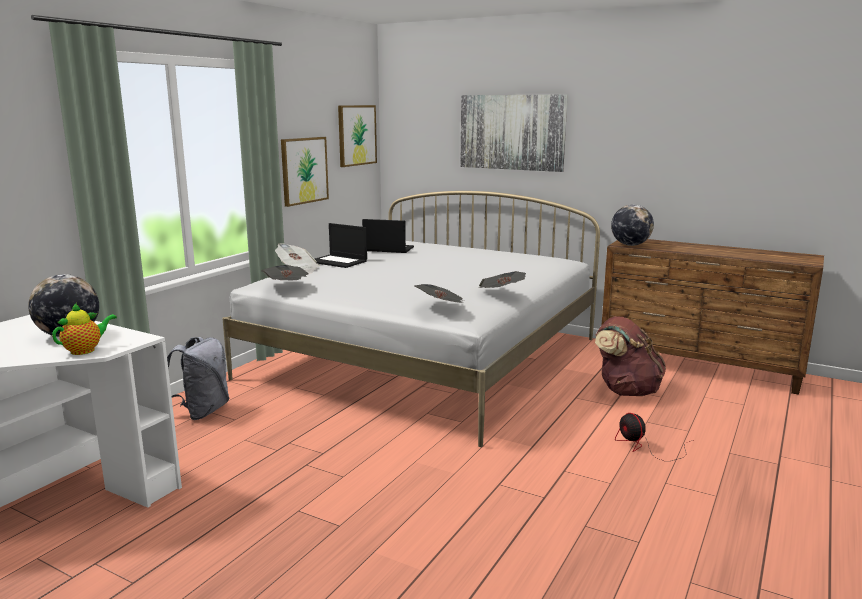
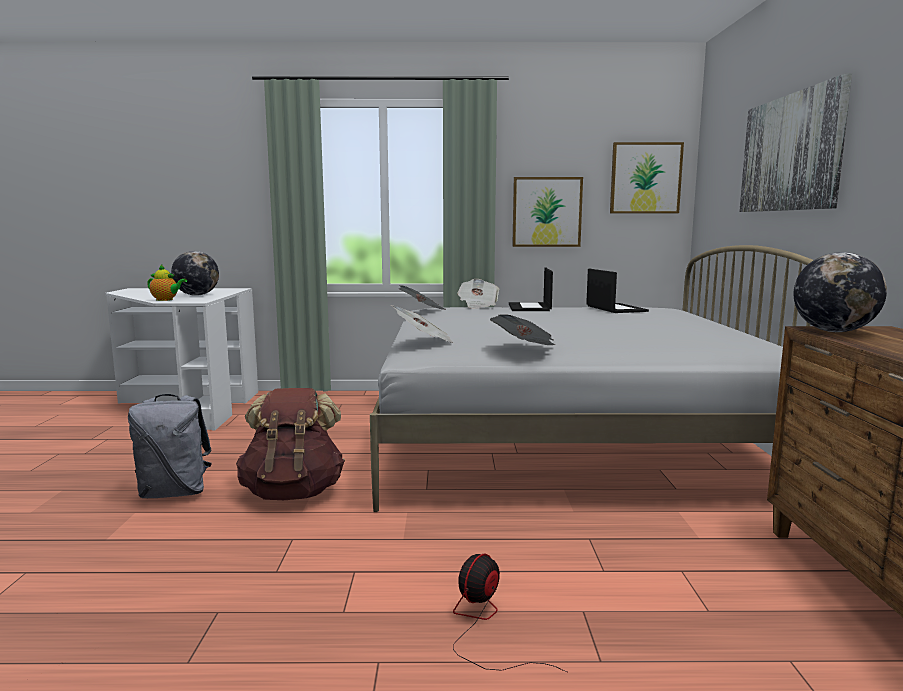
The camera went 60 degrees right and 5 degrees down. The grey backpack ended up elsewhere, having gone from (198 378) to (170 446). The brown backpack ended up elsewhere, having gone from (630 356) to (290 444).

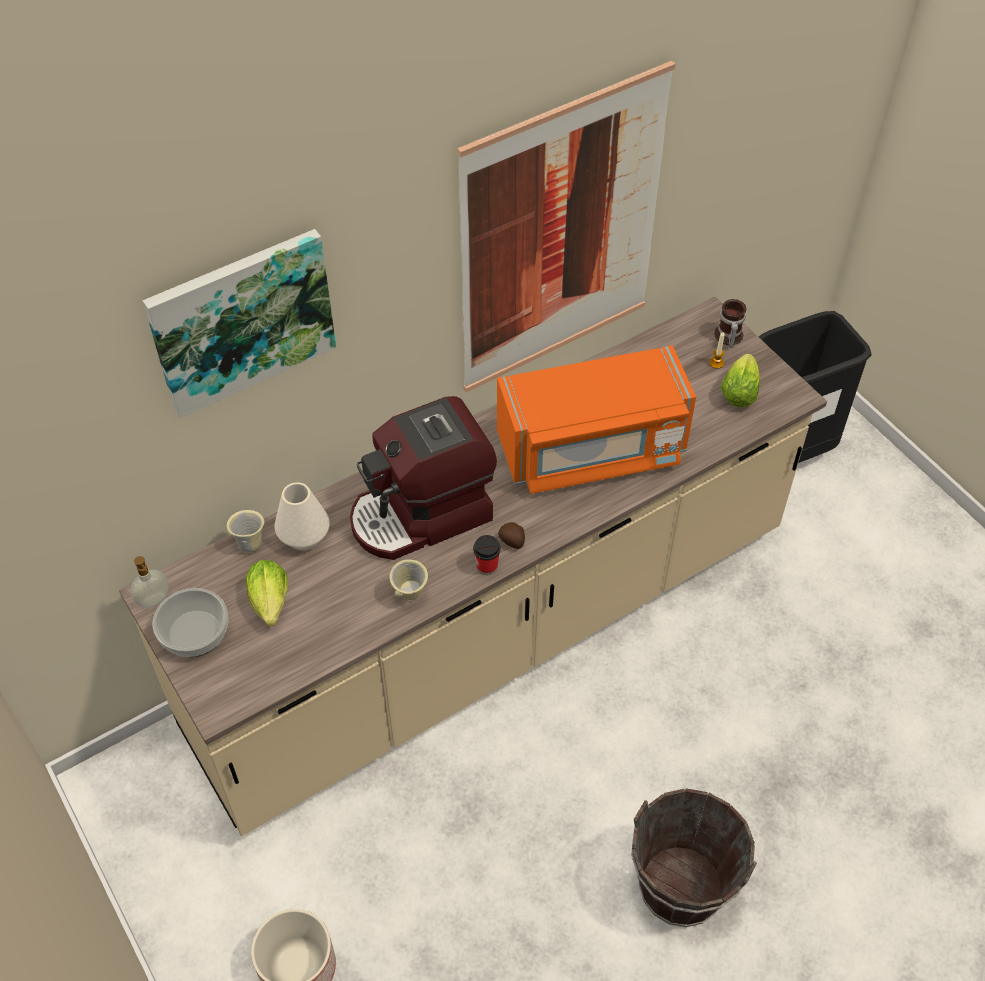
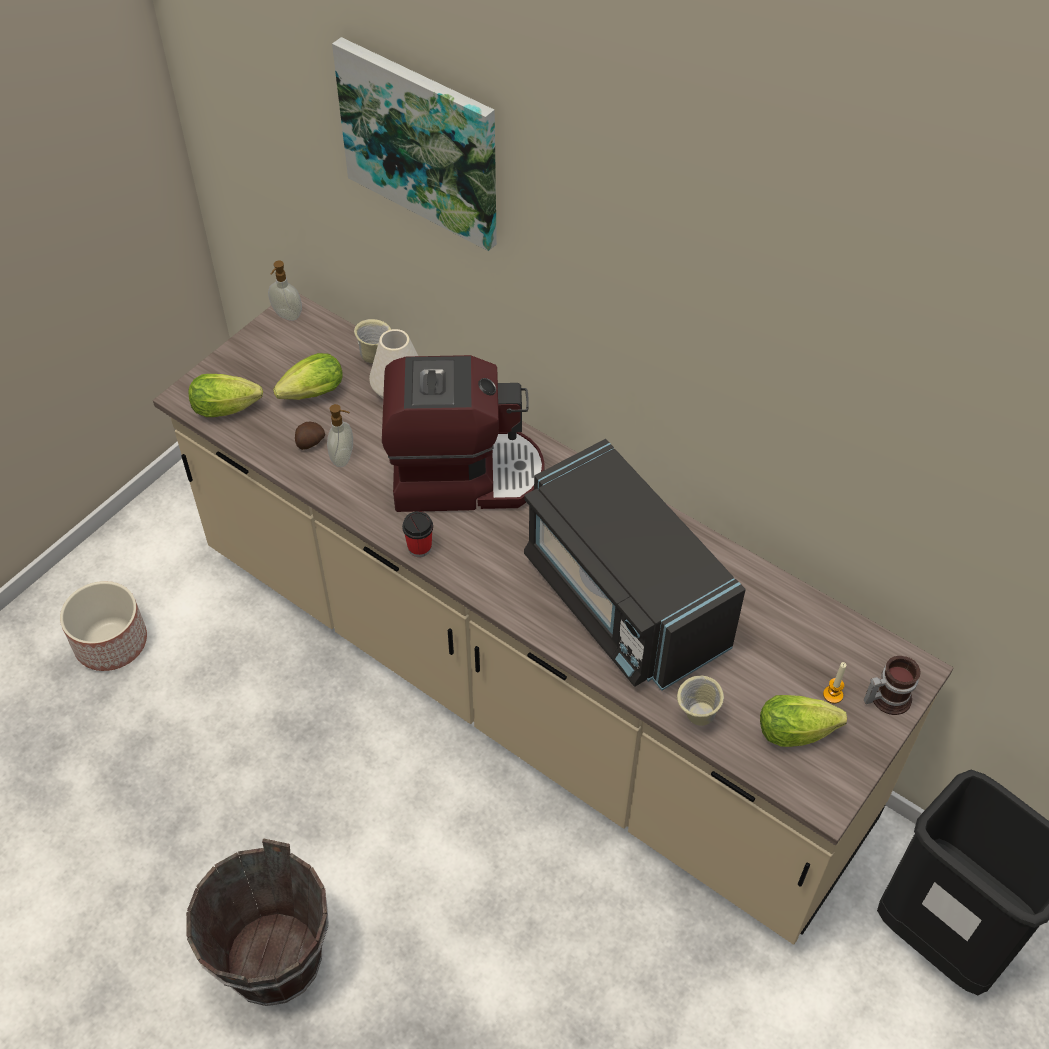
The camera went 70 degrees right and 0 degrees up. The second view gained the lettuce at (226 395). The potato ended up elsewhere, having gone from (511 535) to (310 435). The second view gained the soap dispenser at (340 435). The coffee machine at (423 478) ended up facing another way, 135 degrees clockwise from before. What was the orange microwave at (596 419) turned into the black microwave at (635 565). The beige mug ended up elsewhere, having gone from (408 580) to (700 701). The second view lost the bowl at (190 622). The second view lost the picture at (566 227).

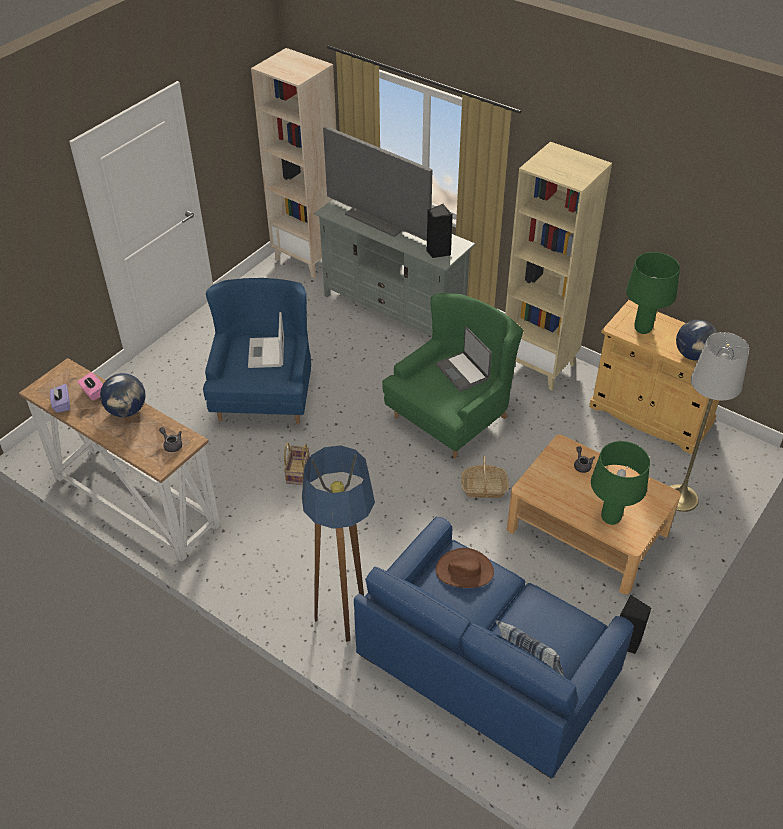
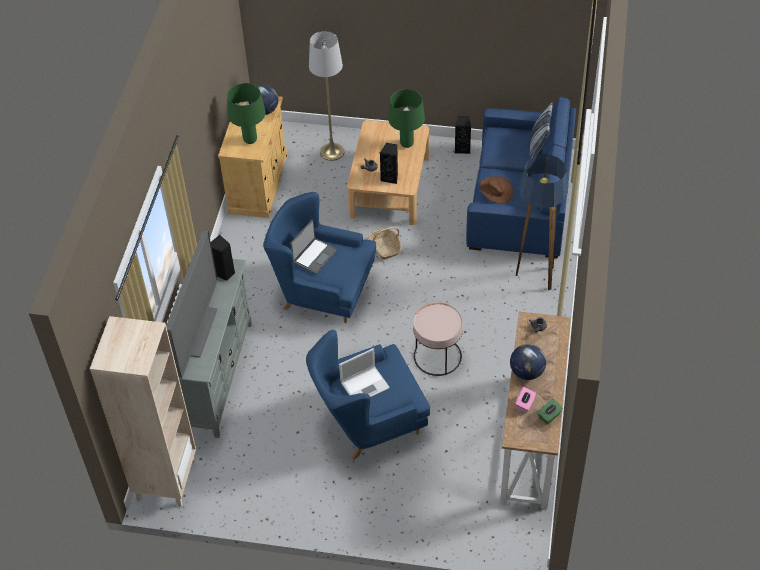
The camera went 115 degrees left and 5 degrees up. What was the green armchair at (453 375) turned into the blue armchair at (319 257). The second view gained the black speaker at (389 163). Where the basket stood at (297 464), the pink side table came to stand at (438 339). What was the purple tissue box at (60 398) turned into the green tissue box at (550 411). The second view lost the beige bookcase at (558 266).

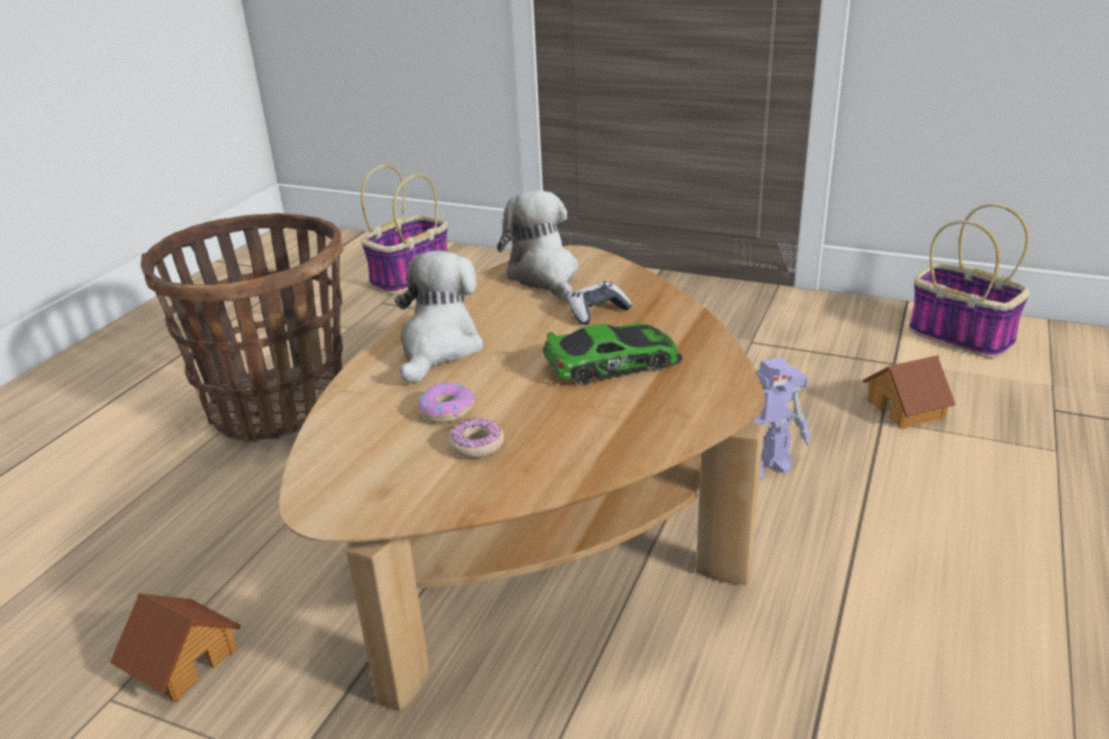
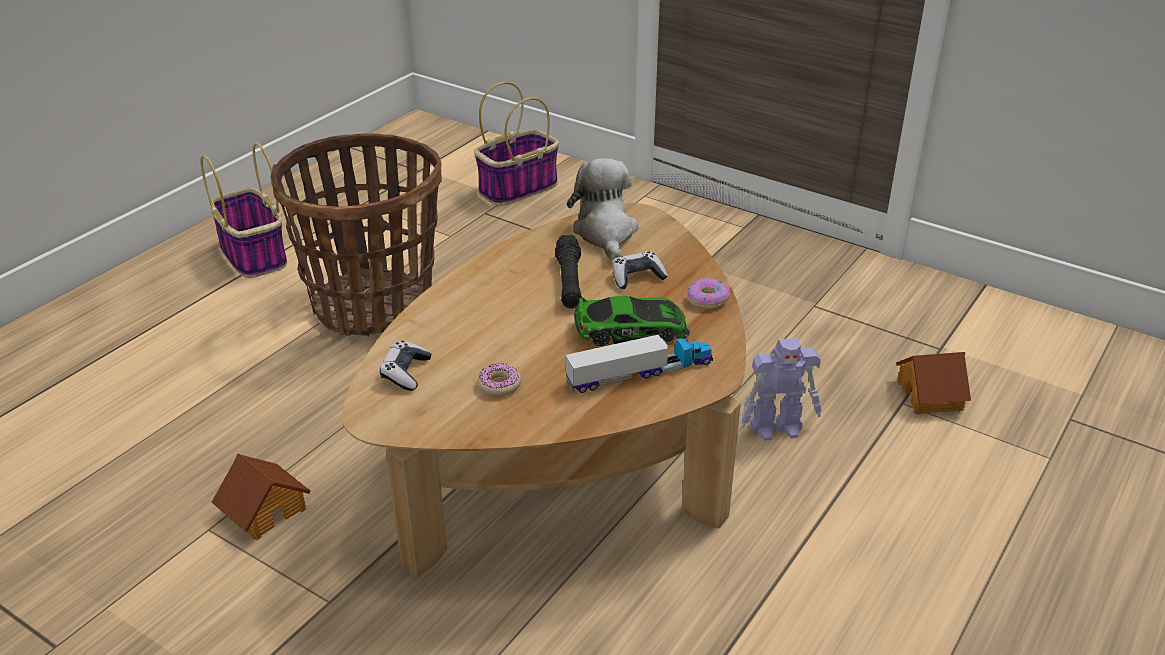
The camera went 10 degrees right and 5 degrees up. The basket ended up elsewhere, having gone from (969 281) to (243 210). The second view gained the game controller at (406 366). The second view gained the black flashlight at (568 272). The second view gained the toy truck at (639 364). The donut ended up elsewhere, having gone from (446 402) to (709 293). The second view lost the plush toy at (439 317).

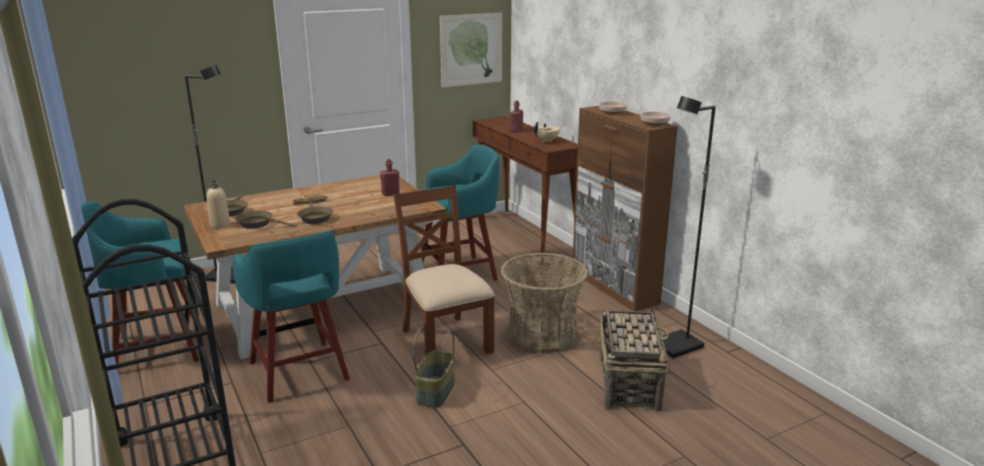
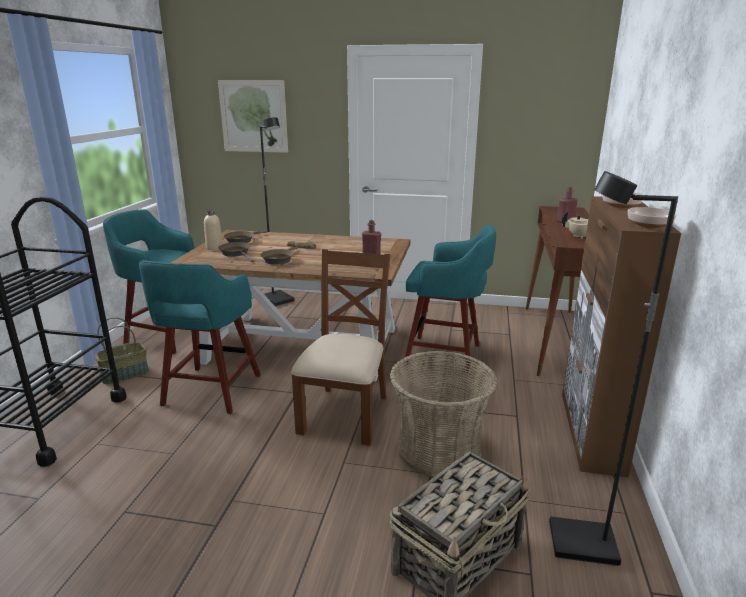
The camera went 40 degrees right and 0 degrees up. The basket ended up elsewhere, having gone from (434 367) to (122 350). The picture ended up elsewhere, having gone from (471 50) to (253 116).

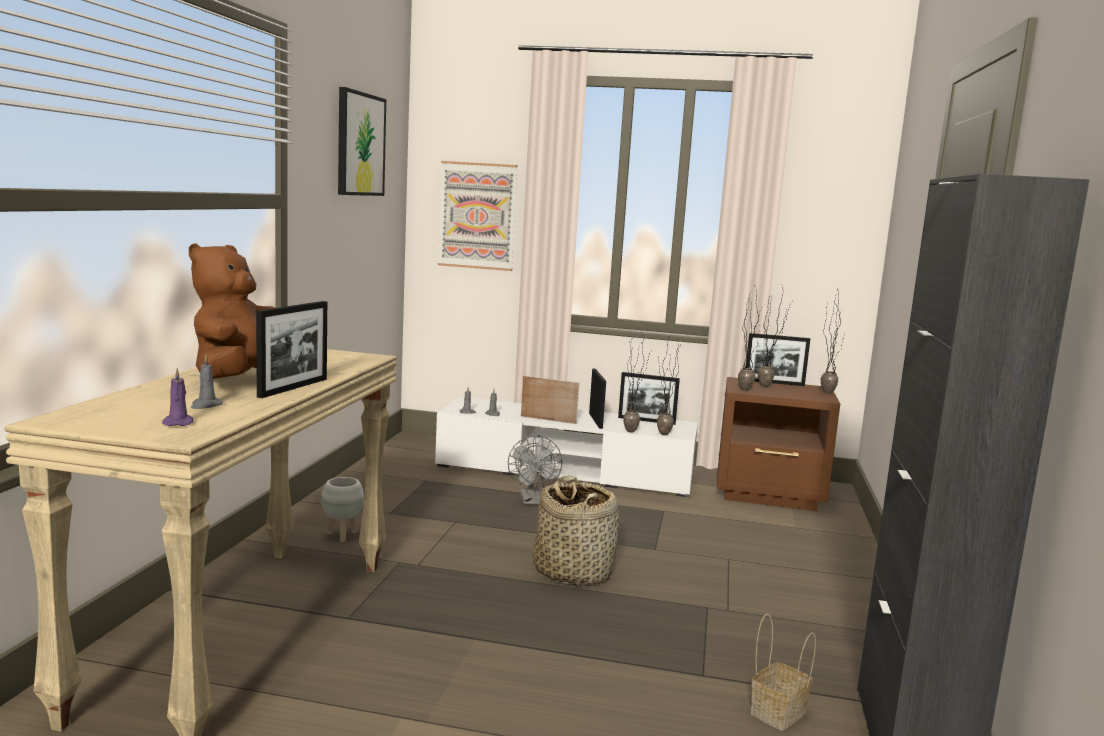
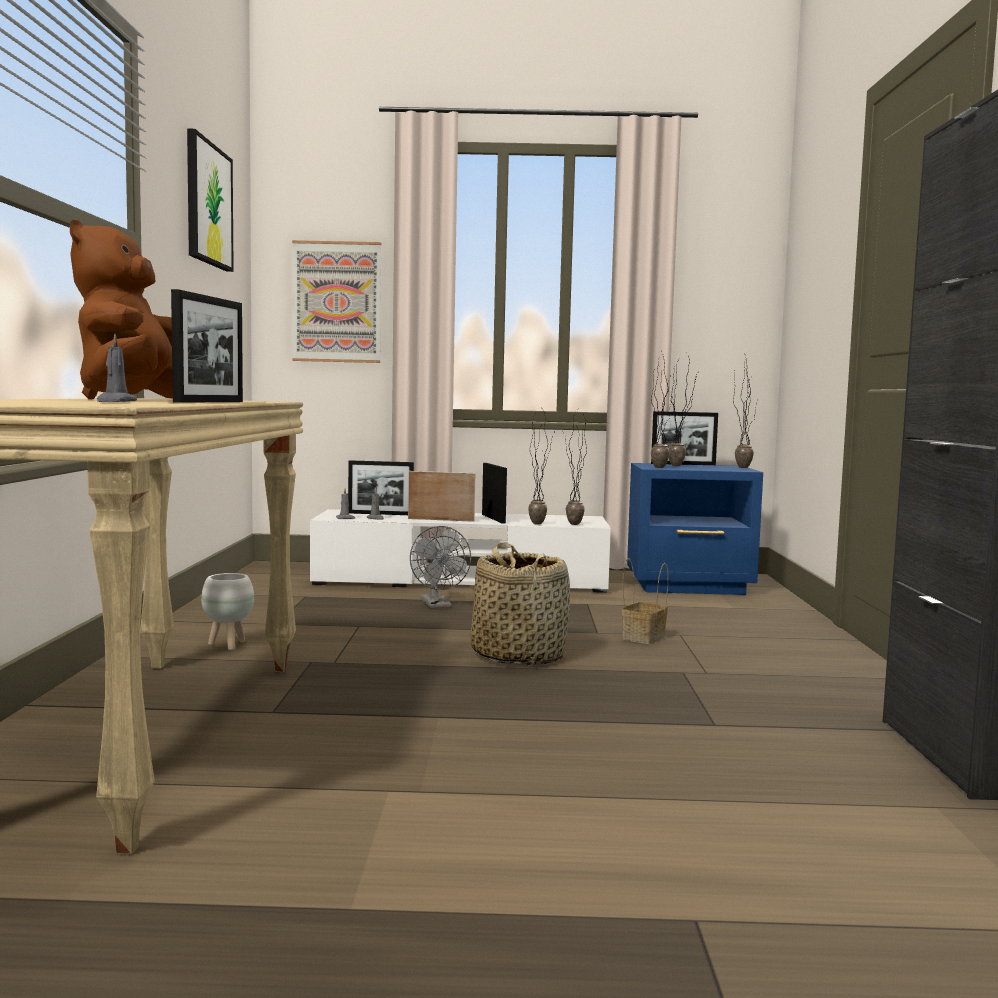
The camera went 10 degrees left and 5 degrees down. The picture frame ended up elsewhere, having gone from (649 398) to (381 487). The basket ended up elsewhere, having gone from (783 671) to (645 601). What was the brown nightstand at (778 444) turned into the blue nightstand at (695 529). The second view lost the purple candle at (178 397).

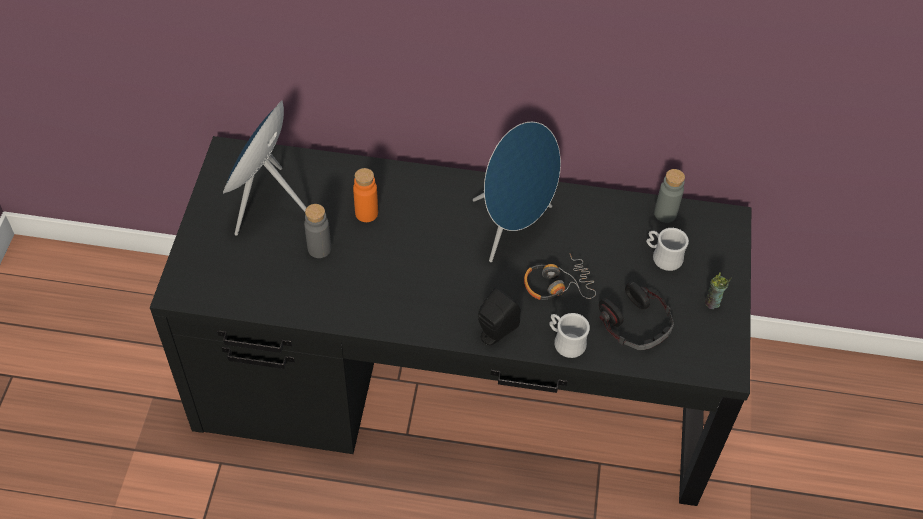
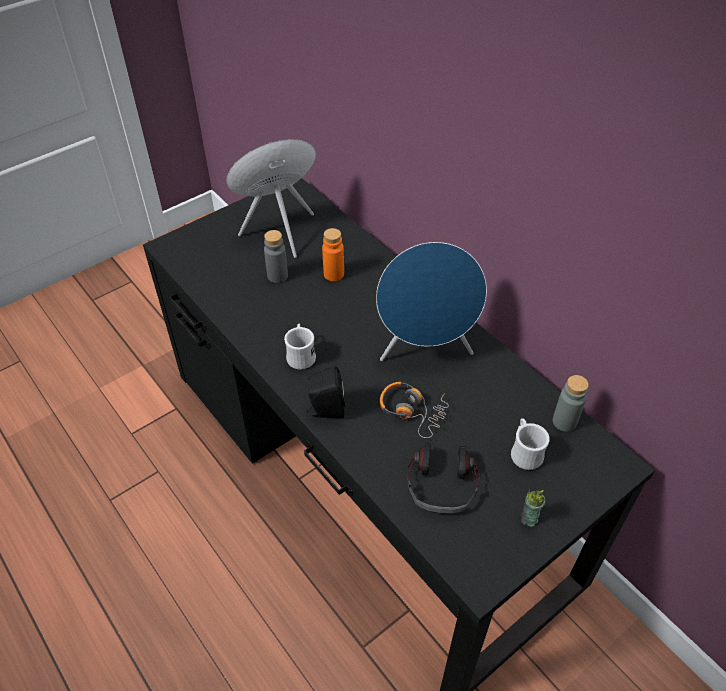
The camera went 45 degrees right and 5 degrees down. The white mug ended up elsewhere, having gone from (569 335) to (300 346).

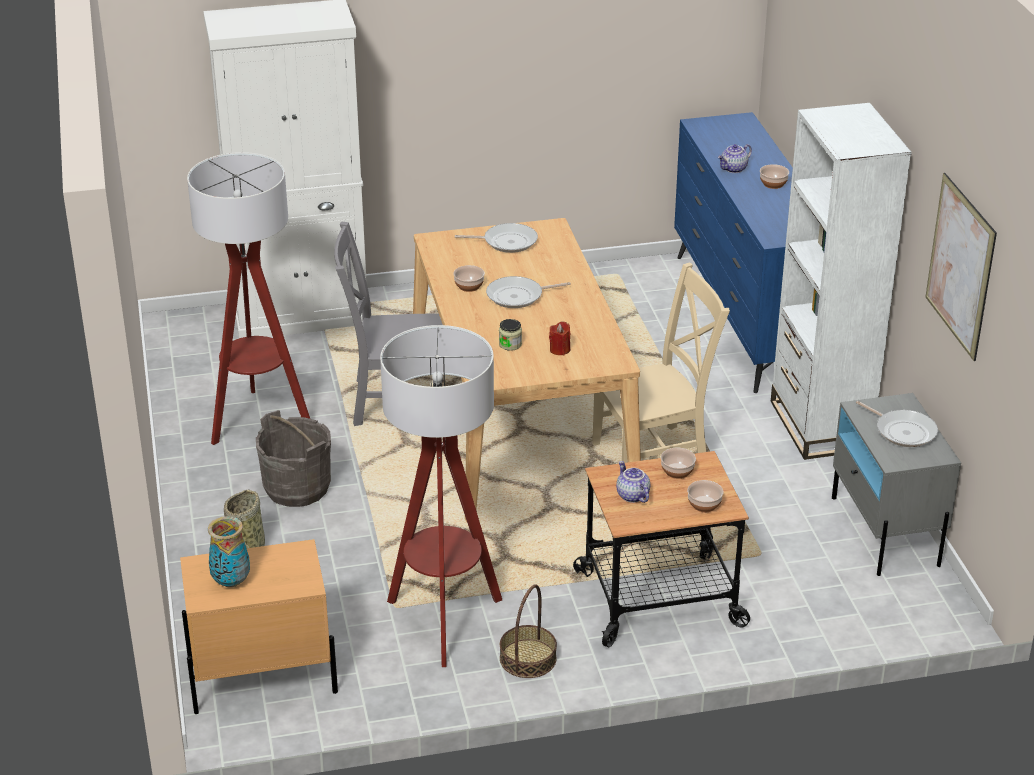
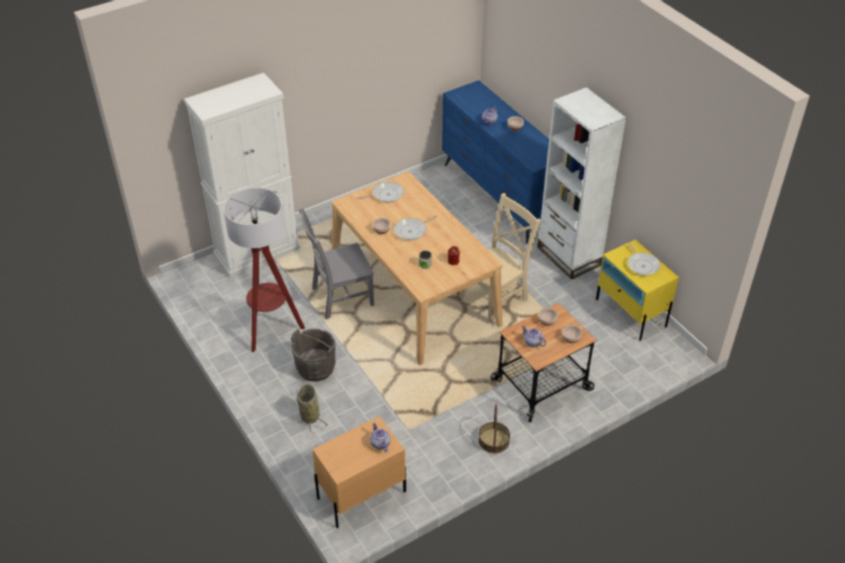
The camera went 20 degrees left and 10 degrees up. The second view gained the teapot at (380 437). What was the grey nightstand at (896 484) turned into the yellow nightstand at (637 290). The frying pan at (897 424) ended up facing another way, 45 degrees clockwise from before. The second view lost the vase at (229 552). The second view lost the floor lamp at (441 496). The second view lost the picture at (961 267).

